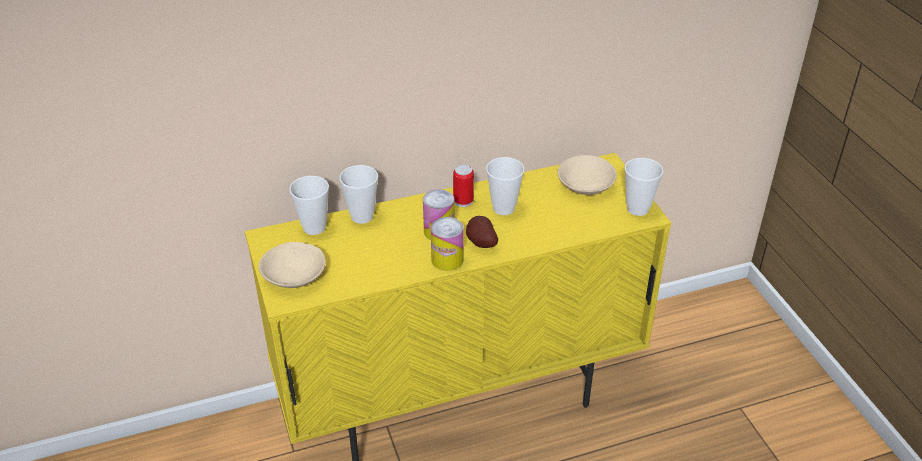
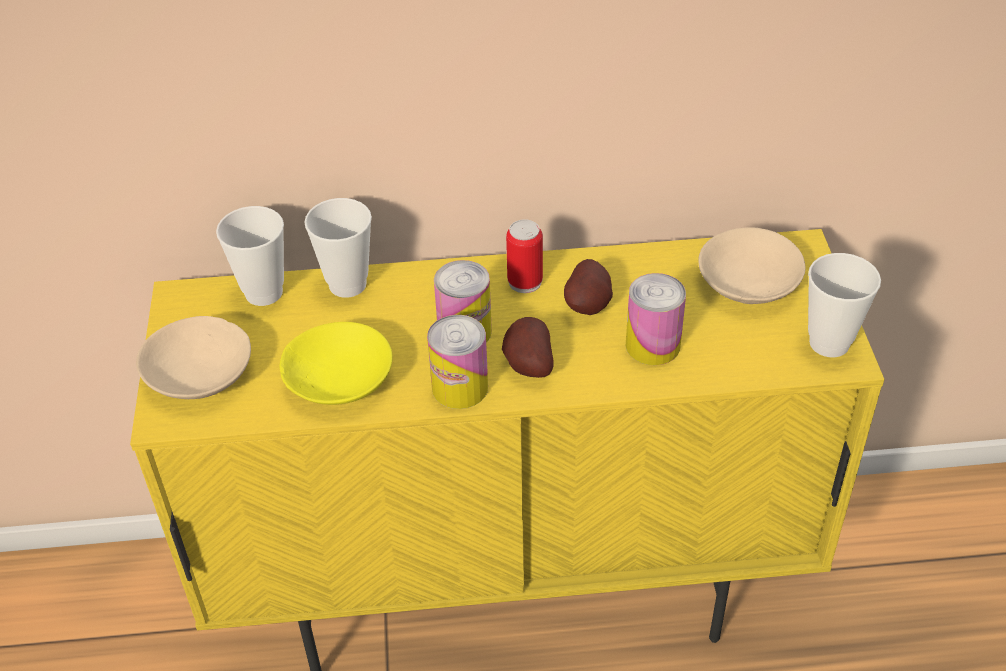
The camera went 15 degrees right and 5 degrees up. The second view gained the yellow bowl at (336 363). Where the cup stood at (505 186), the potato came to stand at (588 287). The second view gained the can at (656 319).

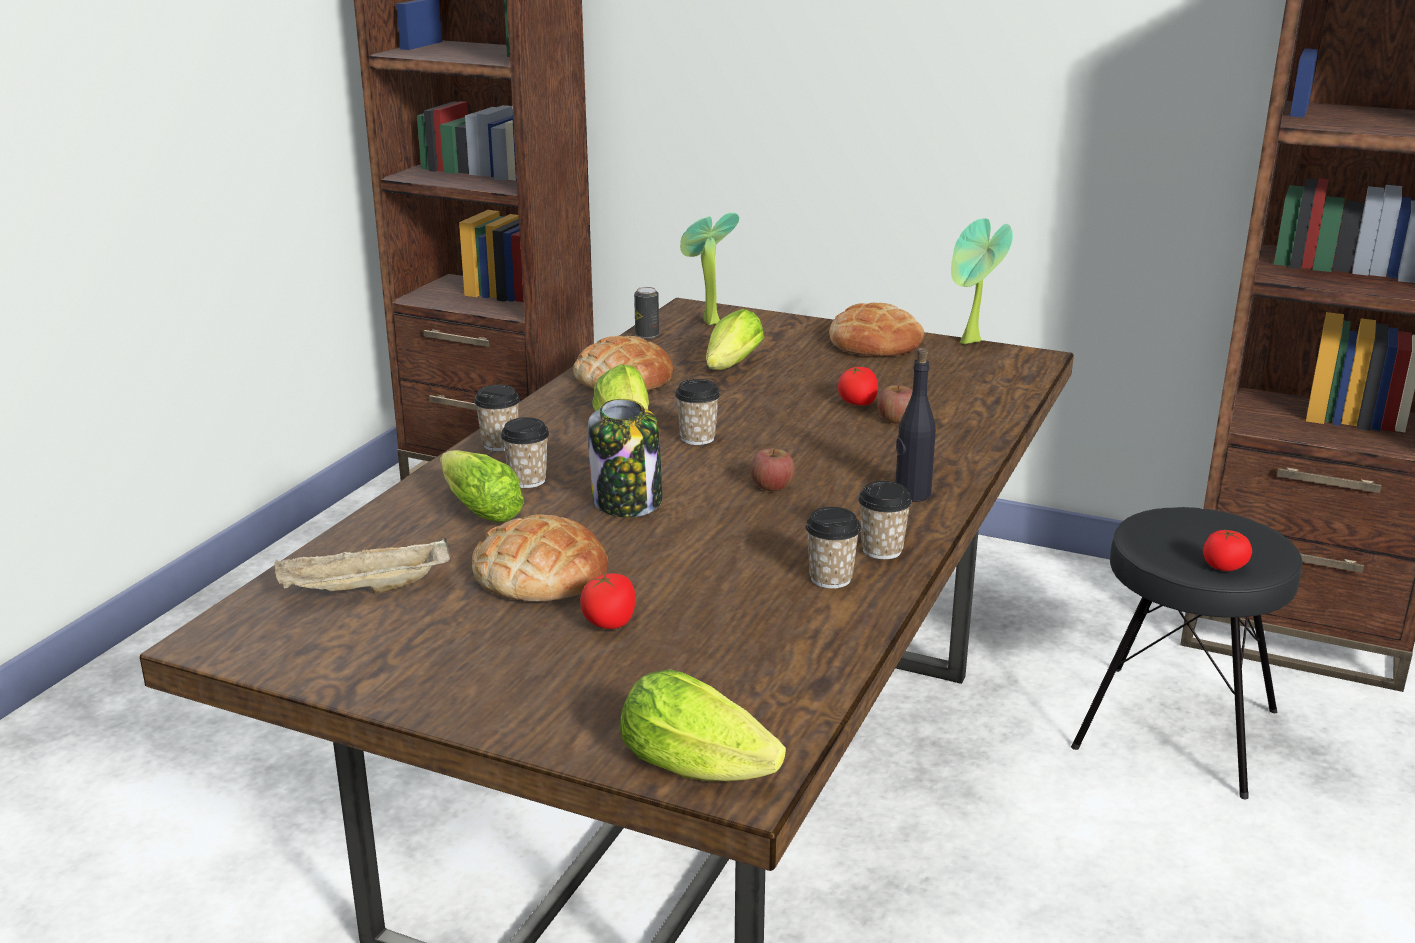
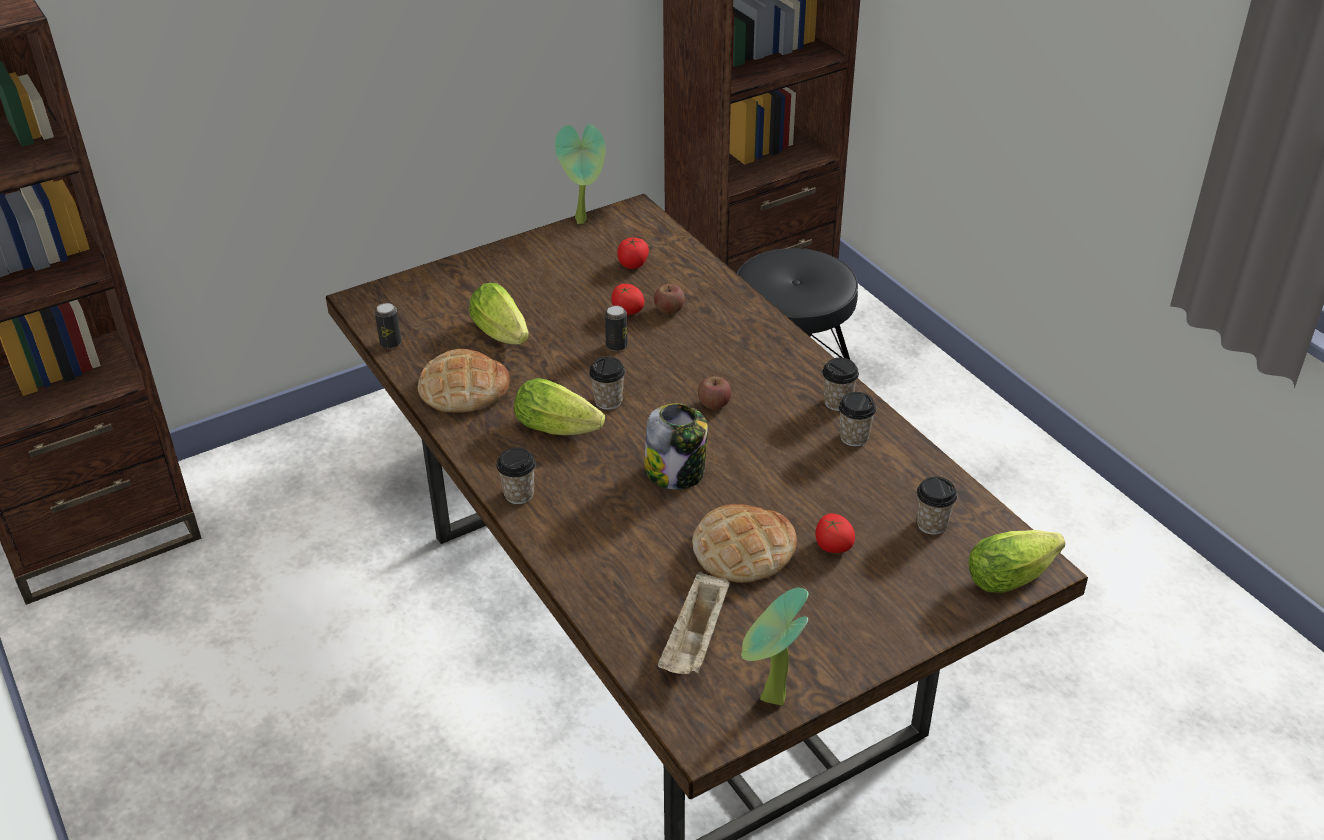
The camera went 55 degrees left and 15 degrees up. The second view gained the can at (616 328). The tomato ended up elsewhere, having gone from (1227 550) to (633 253). The potted plant ended up elsewhere, having gone from (709 269) to (775 646). The cup ended up elsewhere, having gone from (525 452) to (937 505). The second view lost the lettuce at (482 486). The second view lost the bread at (876 329). The second view lost the black bottle at (916 424).

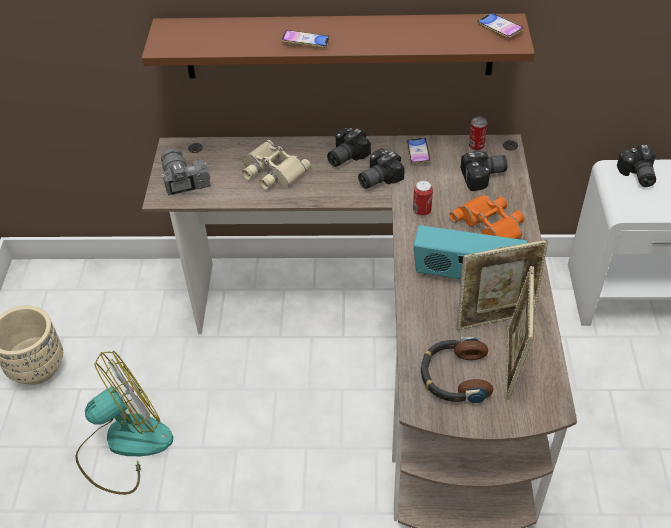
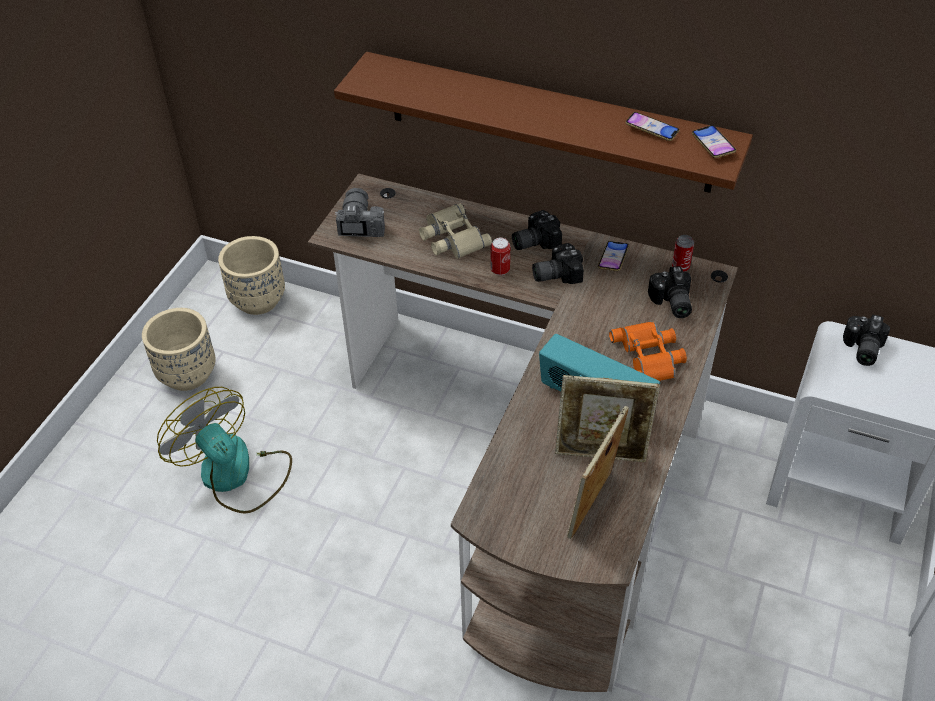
The camera went 20 degrees right and 0 degrees up. The fan at (124 423) ended up facing another way, 120 degrees counterclockwise from before. The second view gained the beige planter at (251 275). The can ended up elsewhere, having gone from (423 198) to (500 256). The phone ended up elsewhere, having gone from (306 39) to (652 126). The photo camera at (484 171) ended up facing another way, 75 degrees clockwise from before. The second view lost the headphones at (456 370).

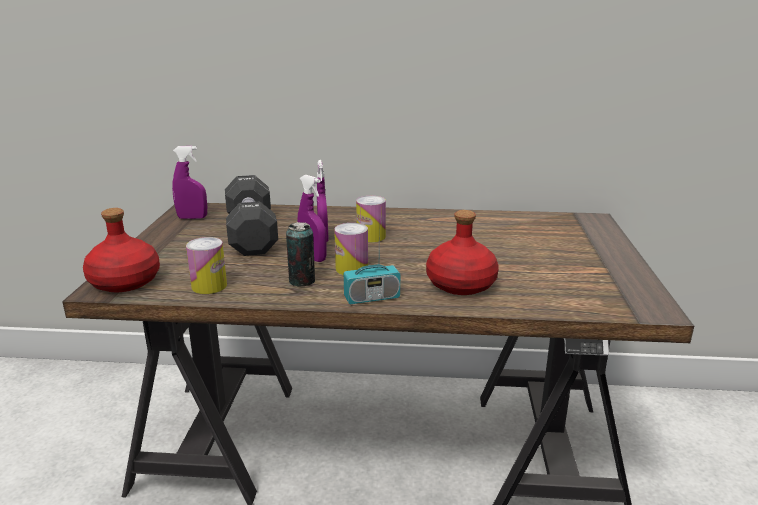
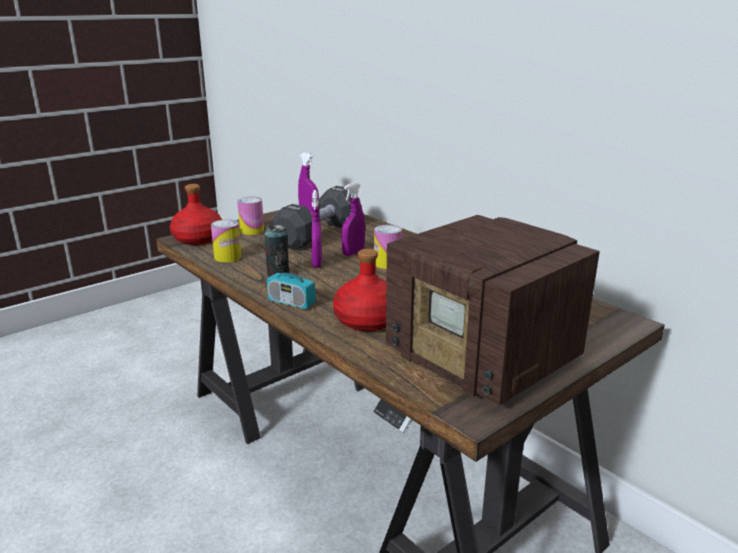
The camera went 45 degrees right and 0 degrees up. The can ended up elsewhere, having gone from (351 249) to (250 216). The second view gained the radio at (493 310).

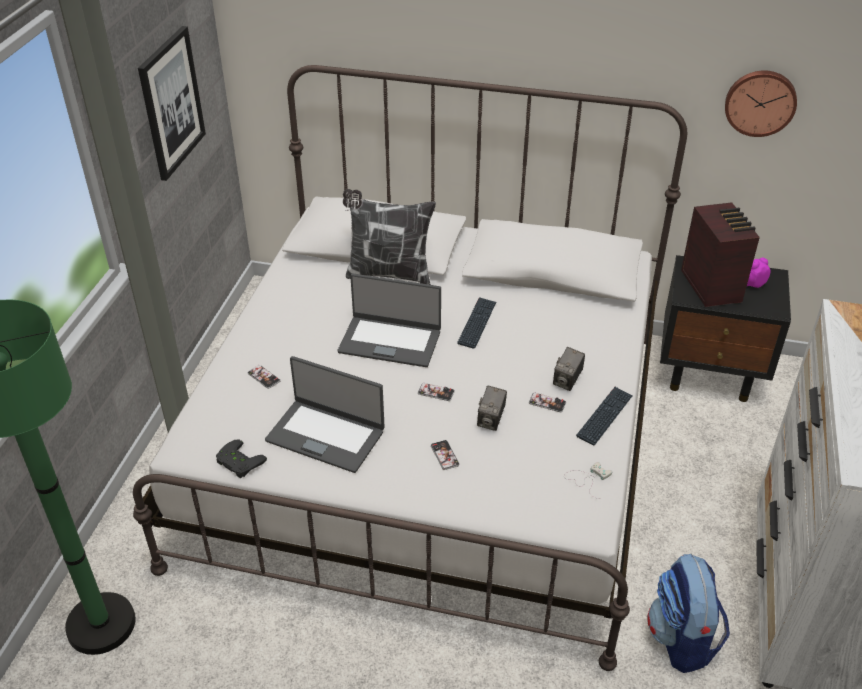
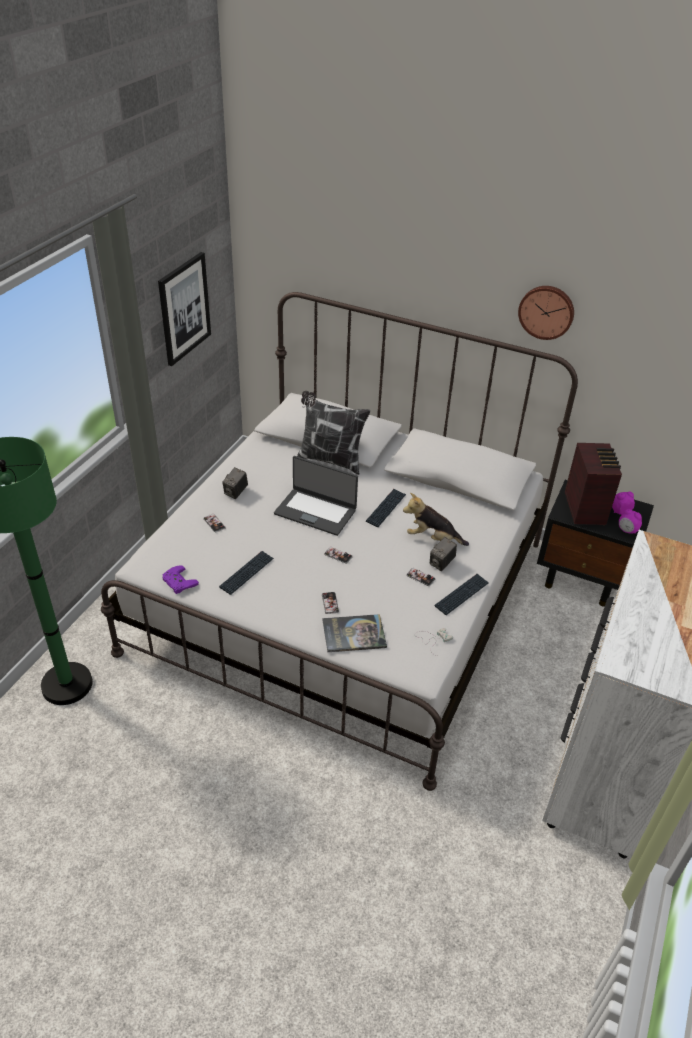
The camera went 10 degrees right and 0 degrees up. What was the black game controller at (241 458) turned into the purple game controller at (181 580). Where the laptop stood at (325 414), the keyboard came to stand at (246 573). The photo camera ended up elsewhere, having gone from (492 408) to (235 483). The second view gained the book at (354 633). The second view gained the plush toy at (436 519). The wall clock ended up elsewhere, having gone from (761 104) to (546 313). The second view gained the alarm clock at (630 521). The second view lost the backpack at (688 613).

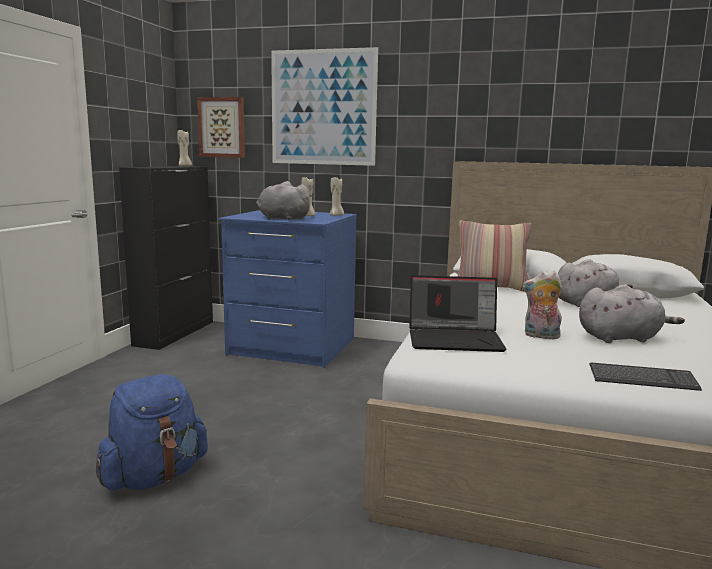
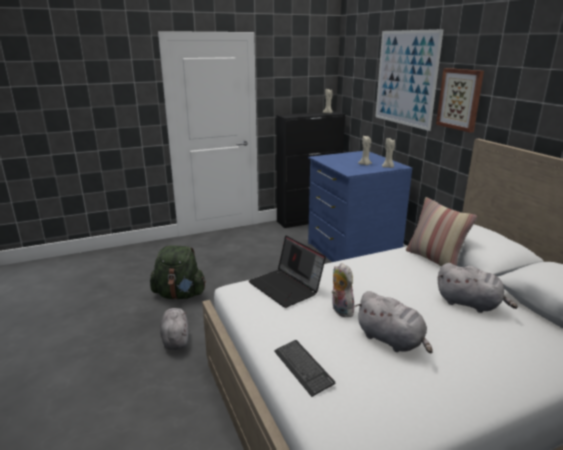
The camera went 50 degrees right and 10 degrees up. What was the blue backpack at (152 432) turned into the green backpack at (178 272). The grey plush toy ended up elsewhere, having gone from (284 200) to (174 329). The picture ended up elsewhere, having gone from (221 127) to (460 100).

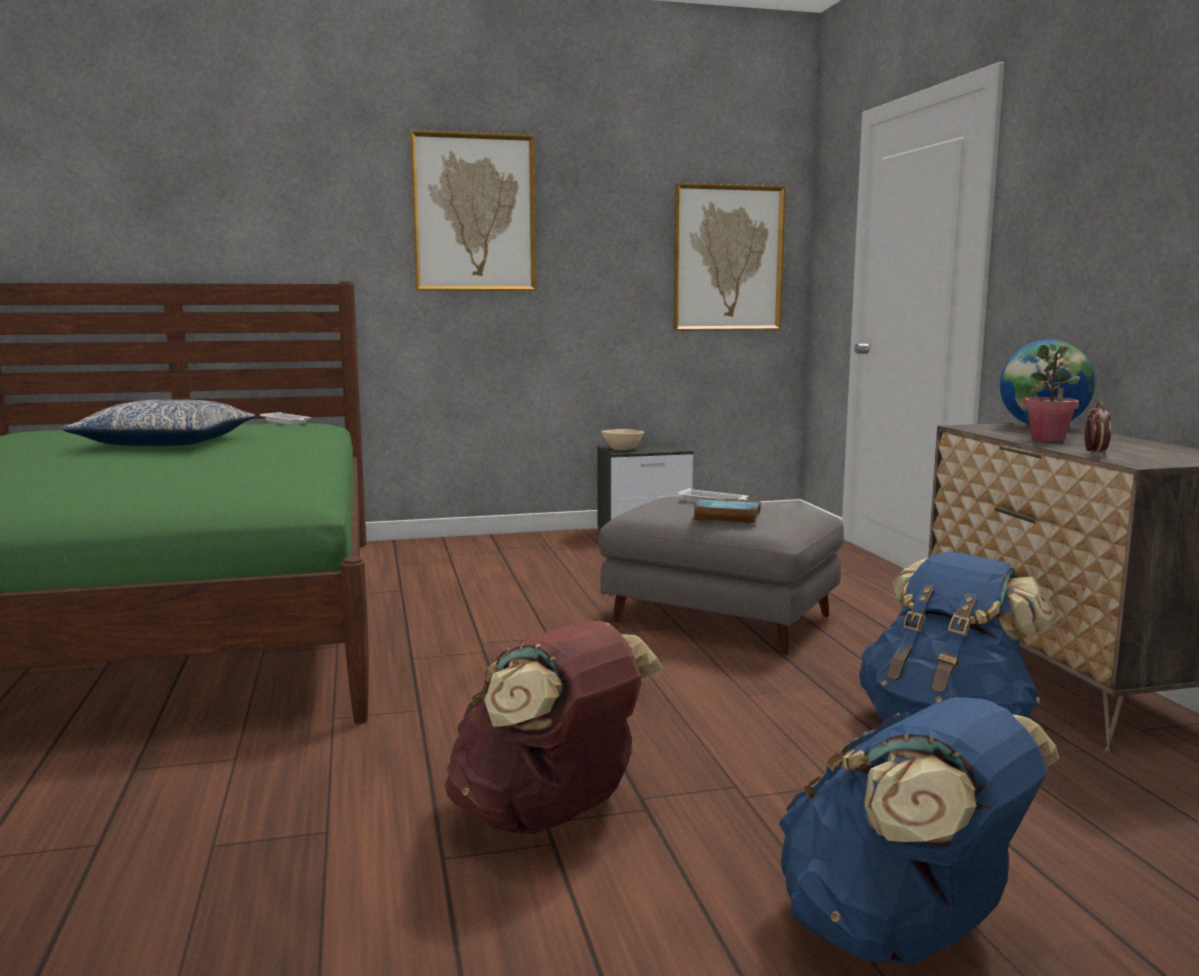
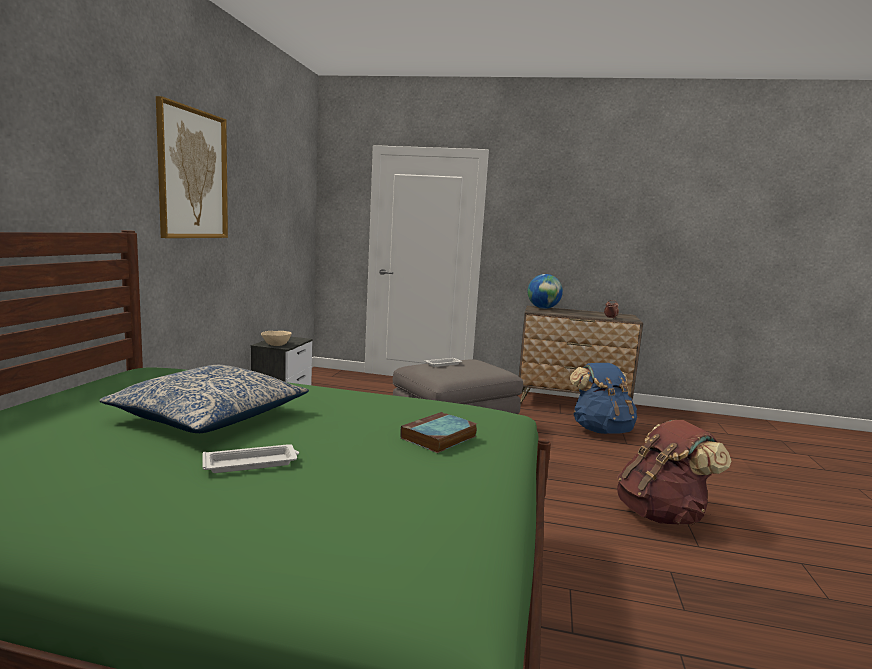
The camera went 65 degrees left and 0 degrees up. The white tray ended up elsewhere, having gone from (285 418) to (250 458). The book ended up elsewhere, having gone from (727 510) to (438 432). The second view lost the picture at (729 257). The second view lost the blue backpack at (918 830). The second view lost the potted plant at (1052 393).

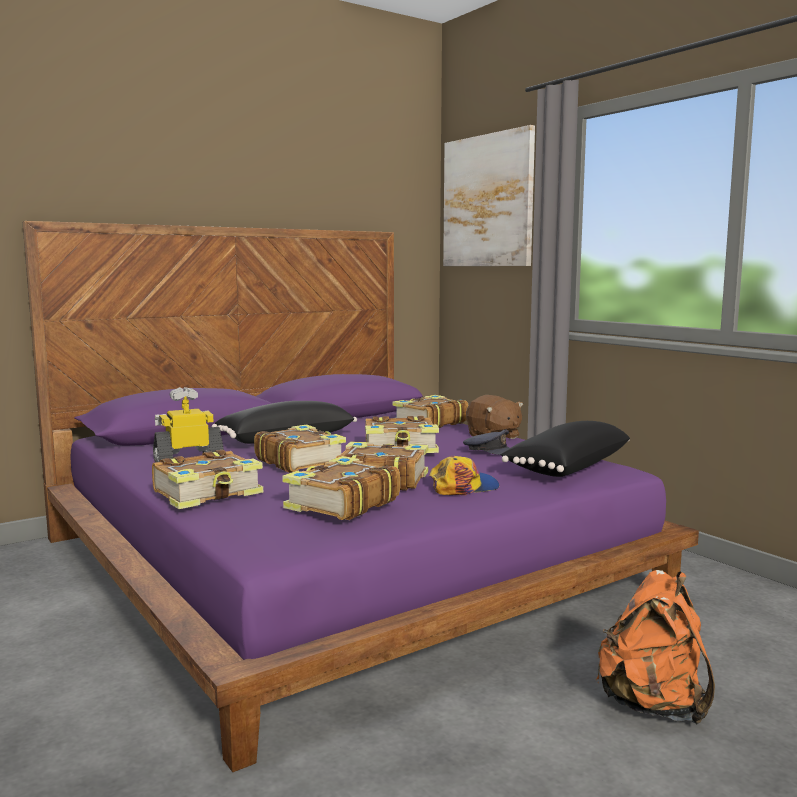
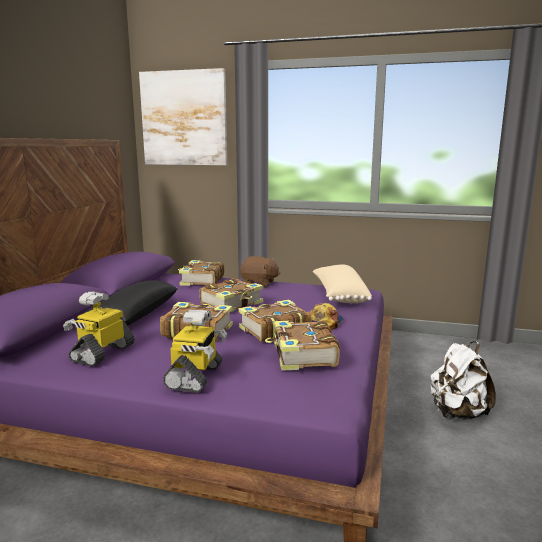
The camera went 40 degrees left and 5 degrees up. Where the book stood at (207 479), the toy robot came to stand at (195 351). What was the black pillow at (565 449) turned into the beige pillow at (342 284). What was the orange backpack at (655 647) turned into the white backpack at (463 380). The second view lost the grey cap at (486 442).

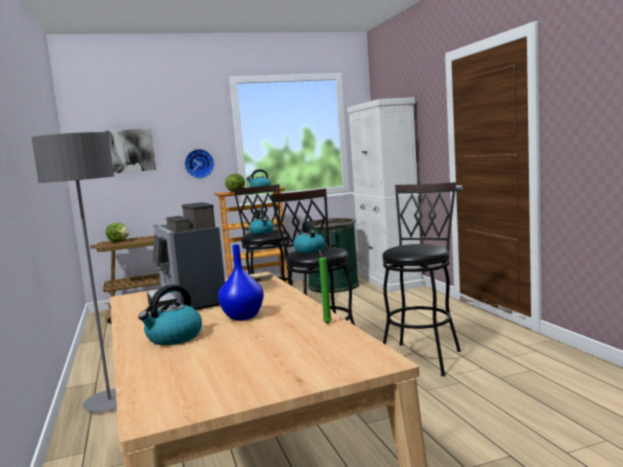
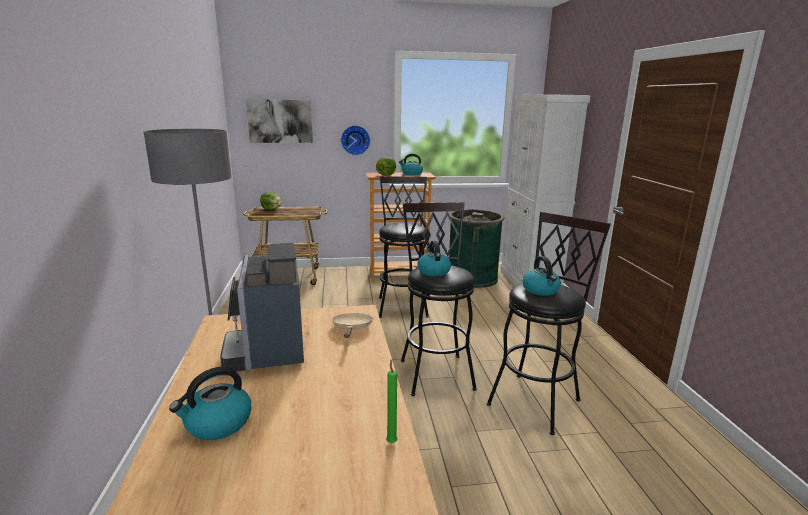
The camera went 10 degrees right and 10 degrees up. The kettle ended up elsewhere, having gone from (261 221) to (542 276). The second view lost the blue vase at (241 282).

